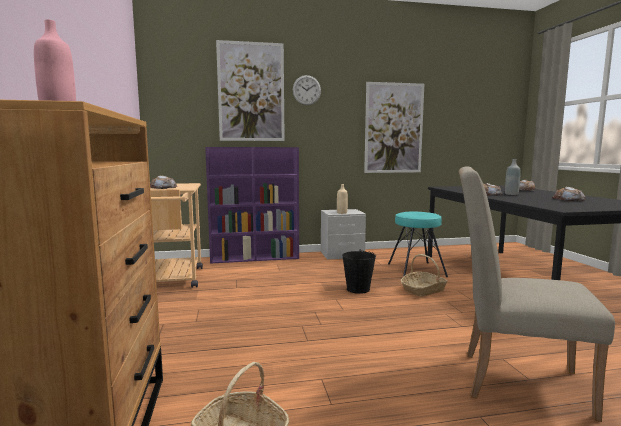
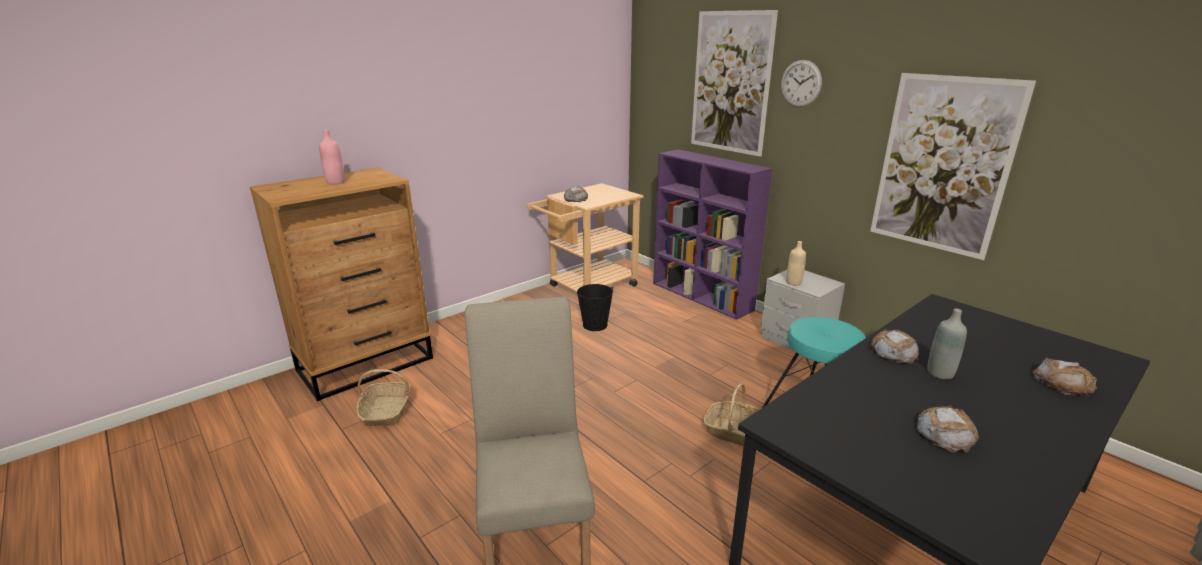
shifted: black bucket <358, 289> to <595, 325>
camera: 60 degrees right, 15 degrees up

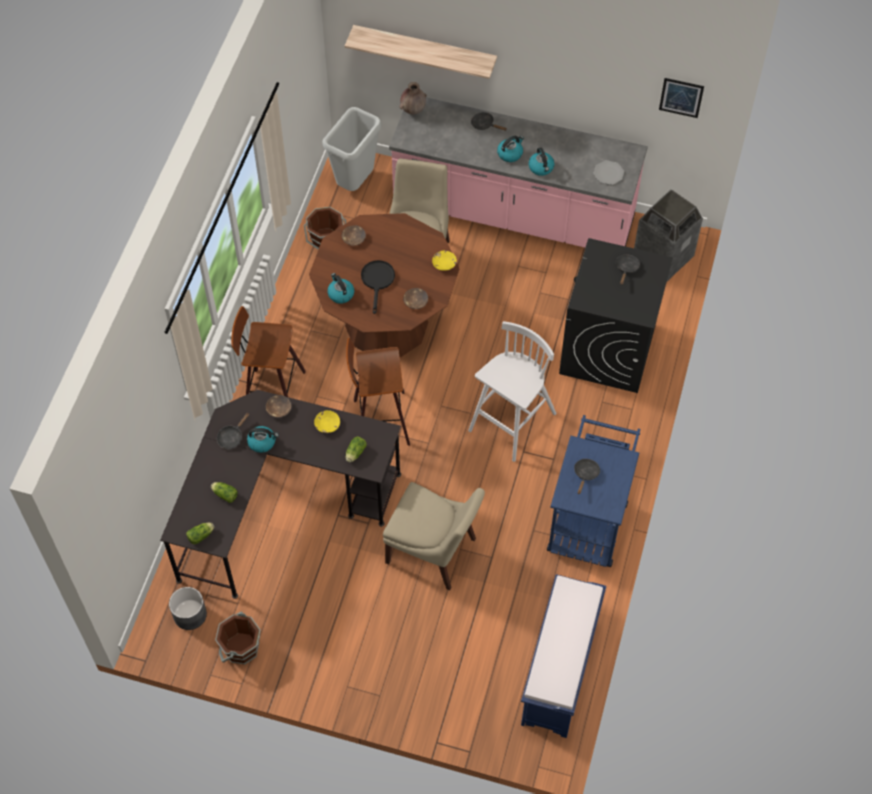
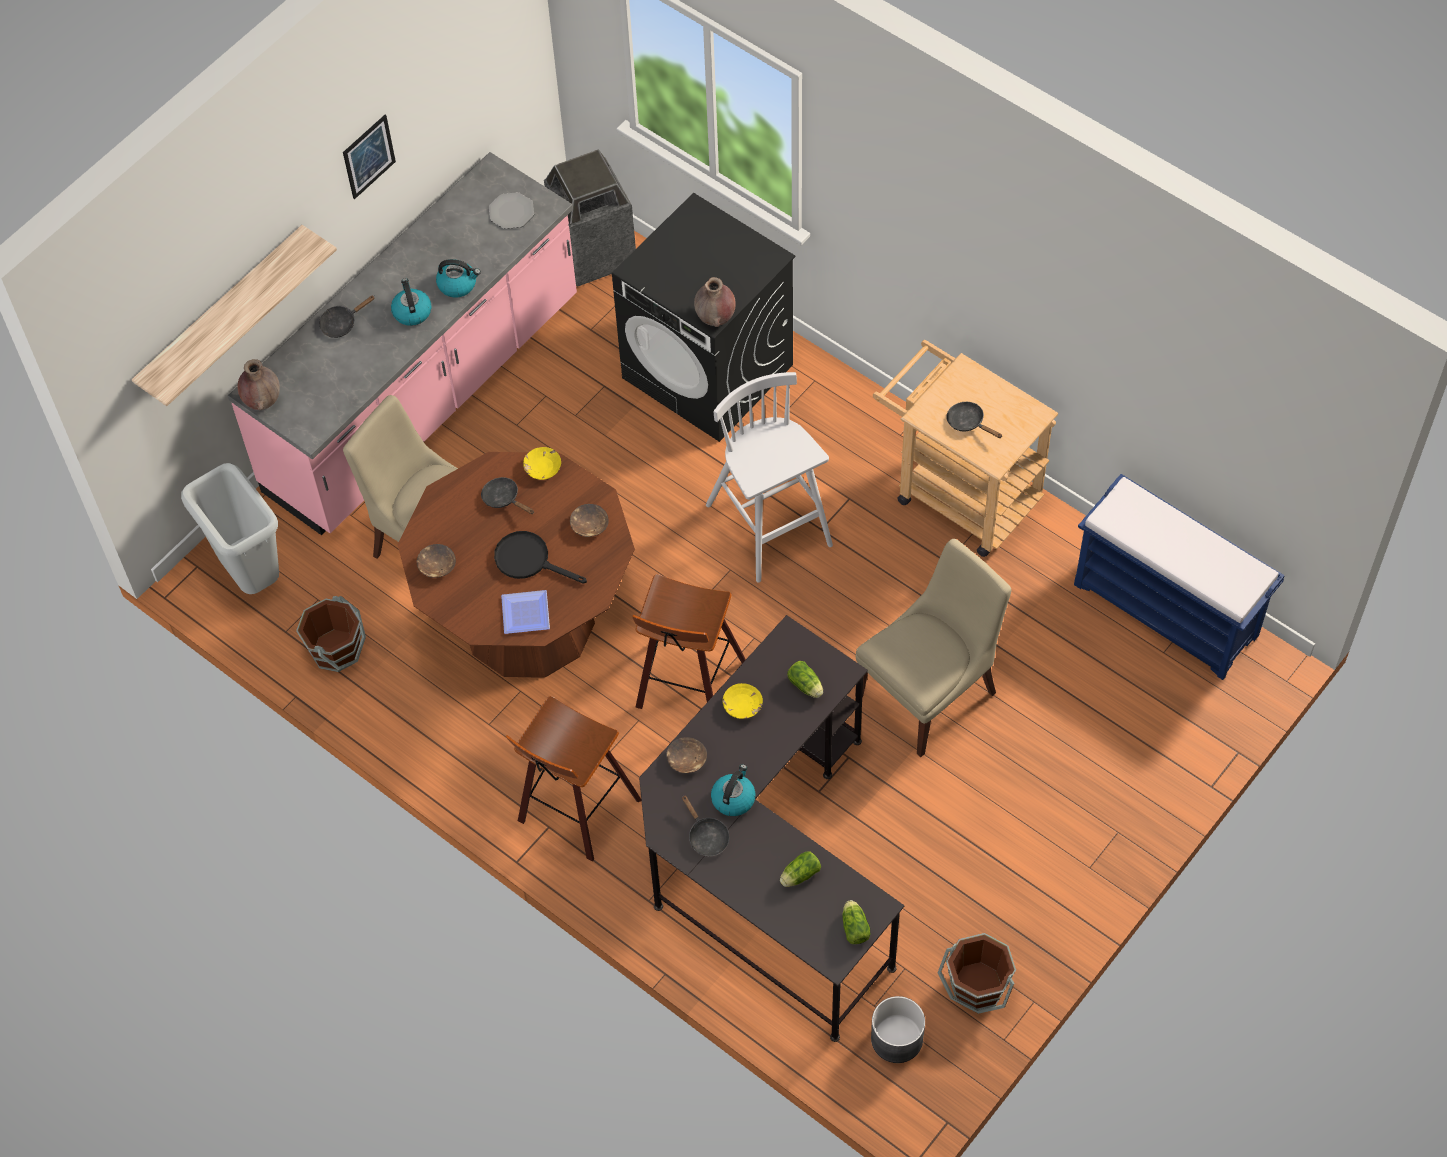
new: brown vase <715, 318>
shifted: picture <681, 97> to <368, 156>; black frying pan <626, 268> to <504, 498>
swapped: kettle <340, 294> to plate <527, 614>
repainted: blue cart <589, 519> to beige cart <958, 492>
camera: 65 degrees left, 0 degrees up

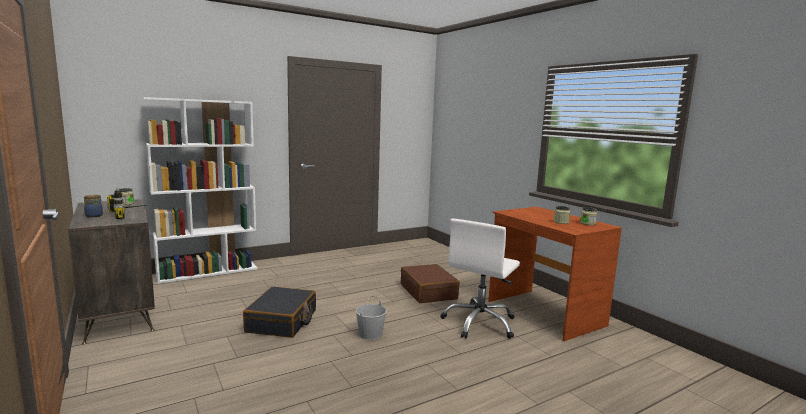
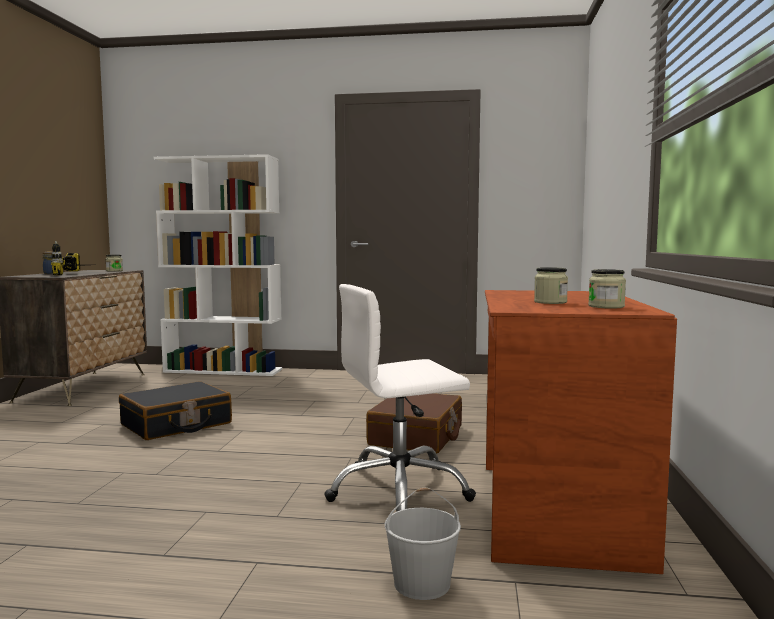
shifted: white bucket <370, 334> to <422, 583>
camera: 40 degrees right, 5 degrees down

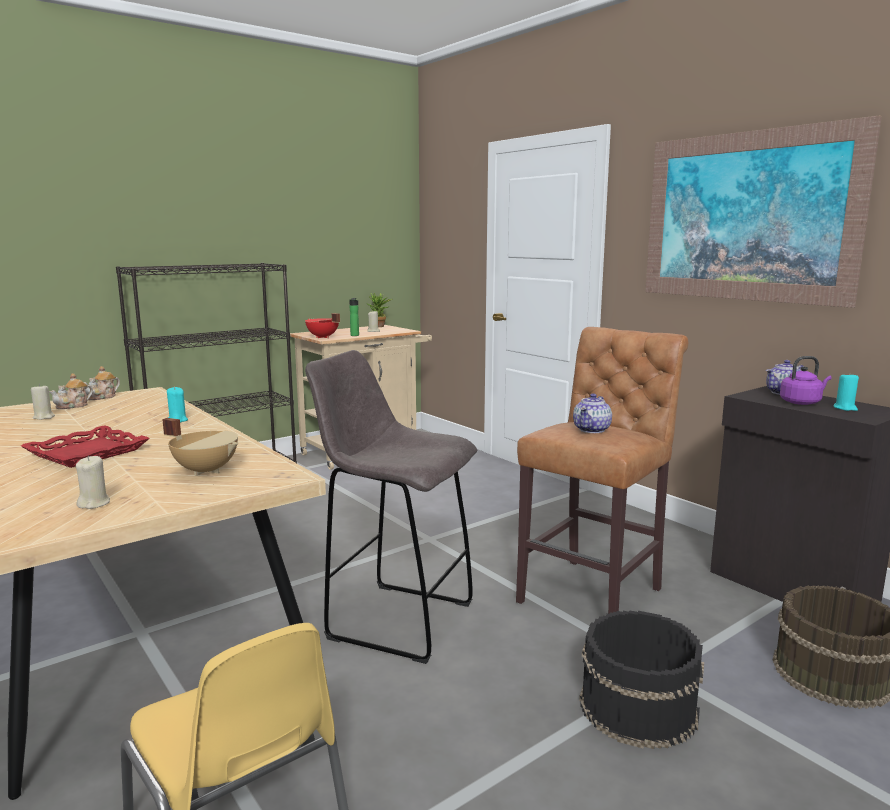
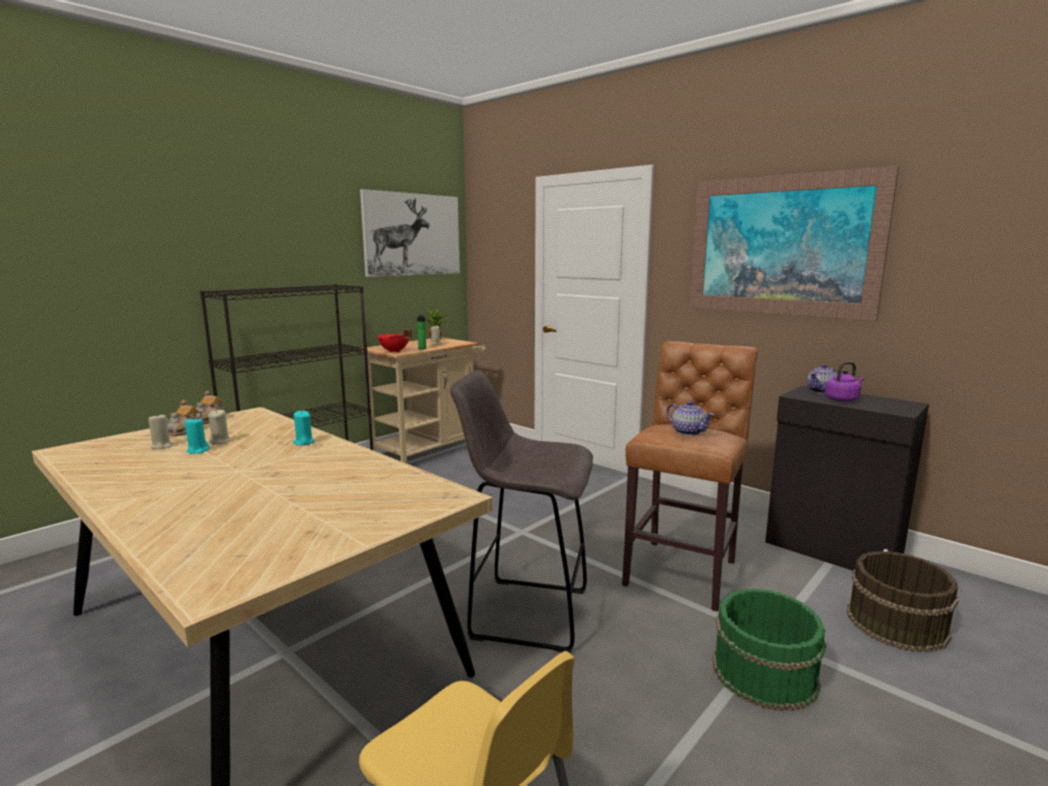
gone: red tray <87, 453>; beige cooking pot <206, 470>
new: picture <412, 234>
shifted: turquoise candle <845, 408> to <198, 450>; beige candle <94, 503> to <220, 441>
repainted: black bucket <637, 706> to green bucket <763, 672>
rotated: teapot <592, 429> = <688, 432> 60 degrees counterclockwise
camera: 10 degrees left, 0 degrees up

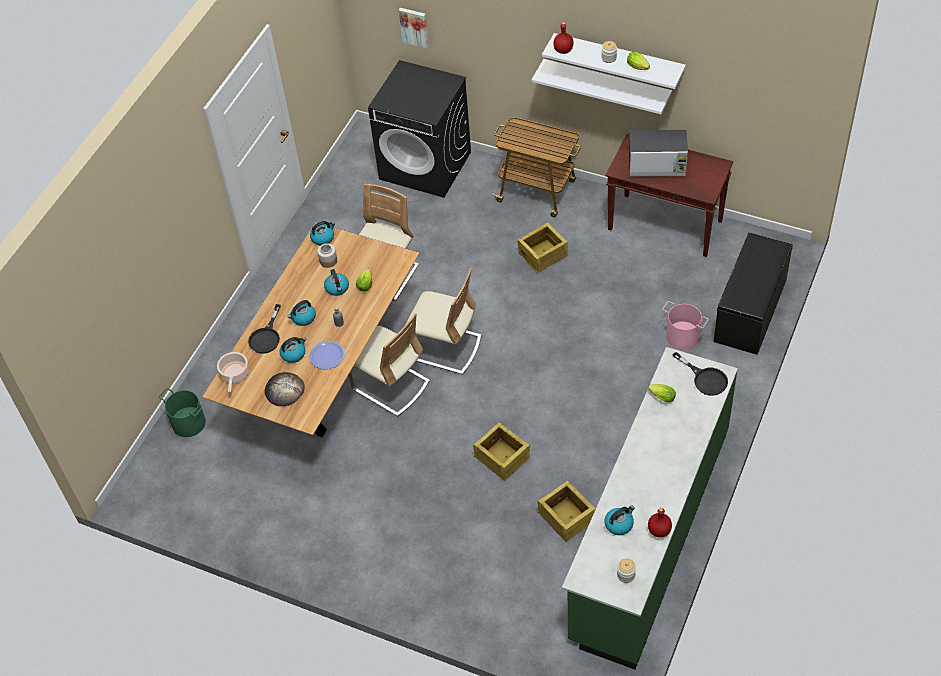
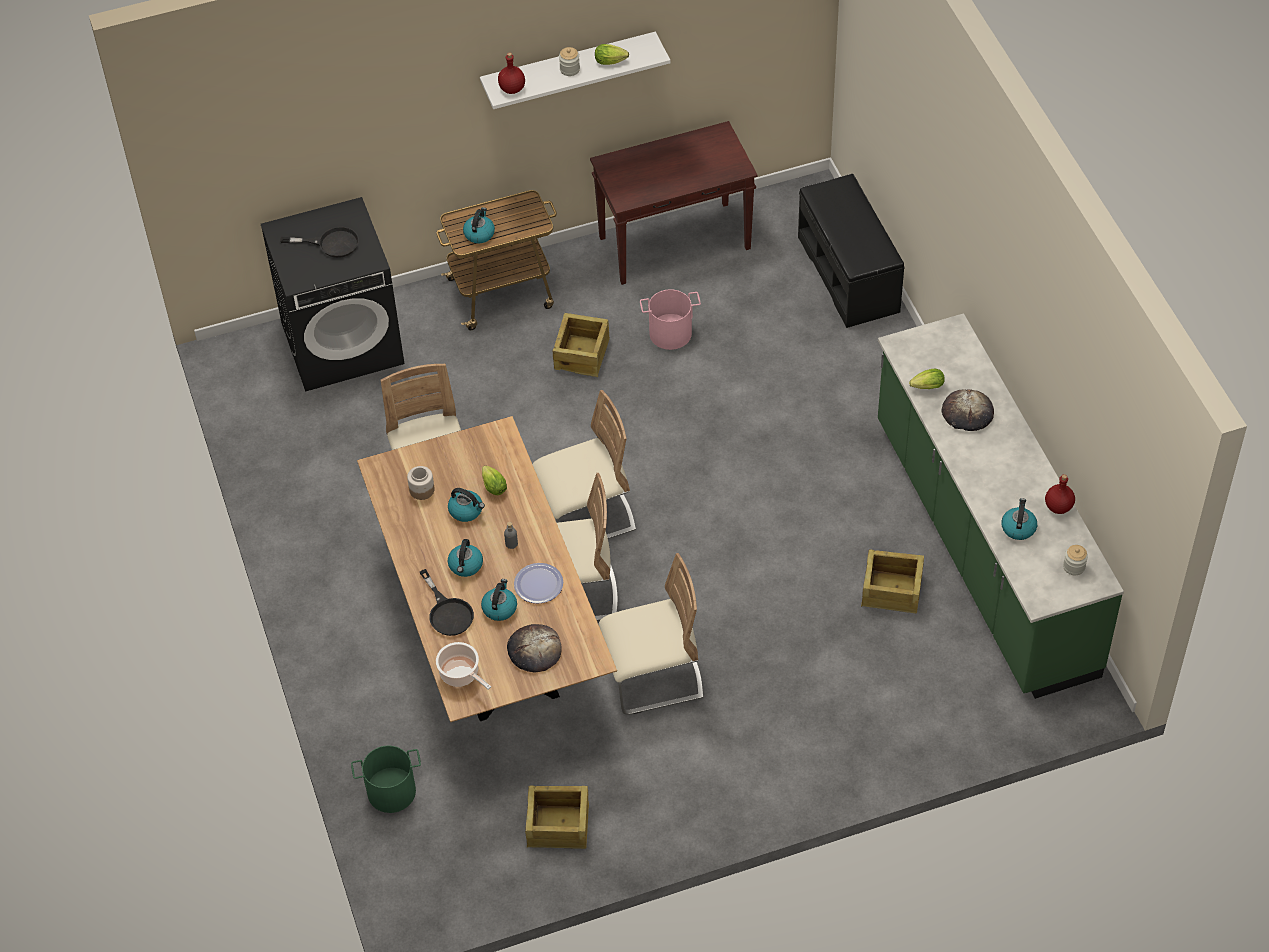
gone: picture <414, 26>; white shelf <606, 84>; microwave <657, 165>
new: beige chair <653, 677>; bread <967, 413>
shifted: black frying pan <705, 379> to <331, 243>; kettle <323, 238> to <479, 233>; crate <502, 458> to <559, 826>; pink bucket <682, 337> to <670, 334>
camera: 45 degrees left, 0 degrees up

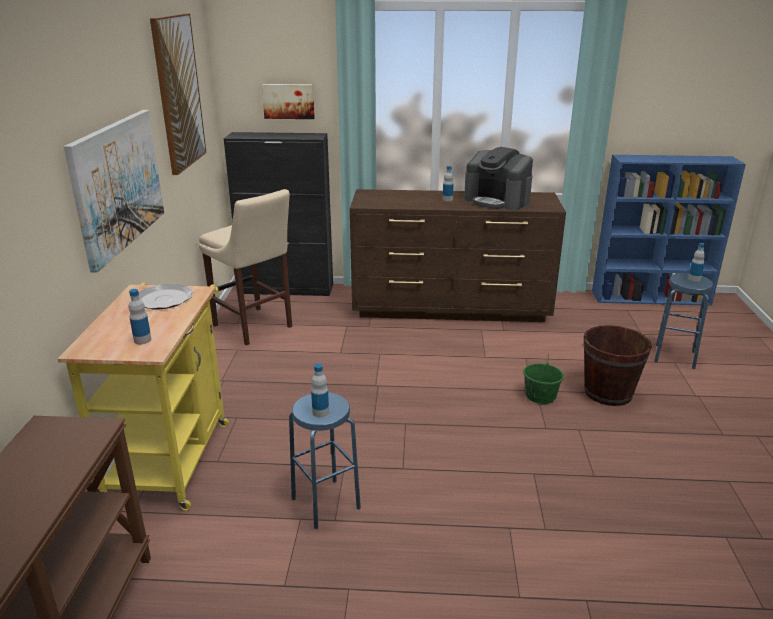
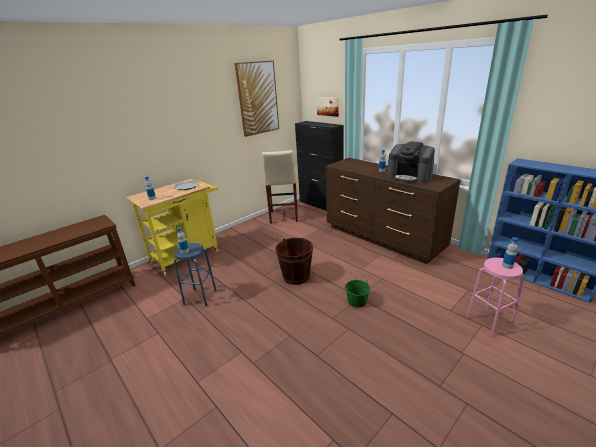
gone: picture <118, 184>
shifted: brown bucket <608, 392> to <296, 276>
repainted: blue stool <675, 356> to pink stool <489, 322>
rotated: coffee machine <497, 200> = <409, 176> 45 degrees counterclockwise
camera: 45 degrees right, 0 degrees up

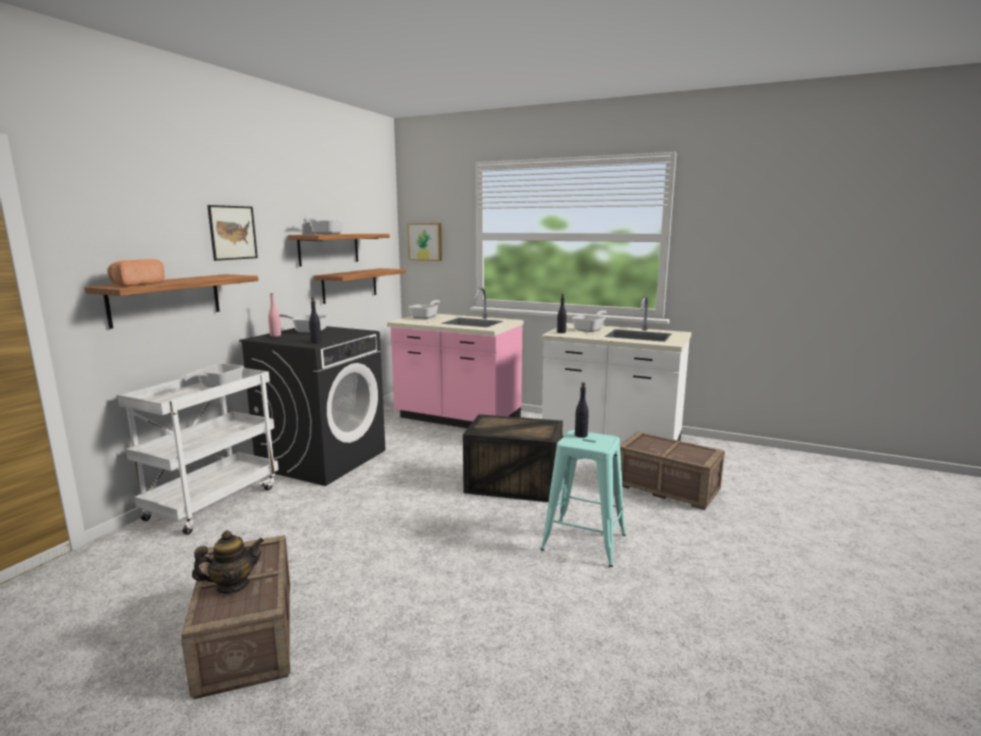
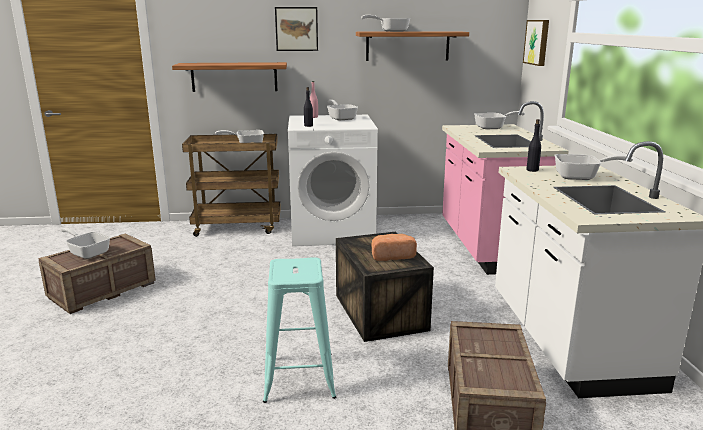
gone: shelf <350, 285>; black bottle <581, 435>
shifted: bread <136, 284> to <392, 256>
swapped: teapot <232, 585> to frying pan <87, 252>
repainted: white cart <213, 502> to brown cart <238, 227>; black washing machine <323, 459> to white washing machine <332, 231>
camera: 60 degrees right, 5 degrees up

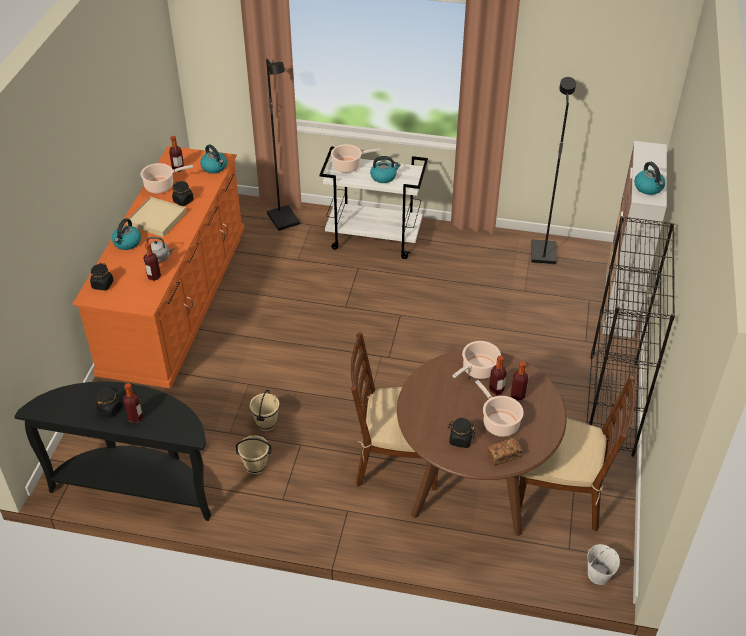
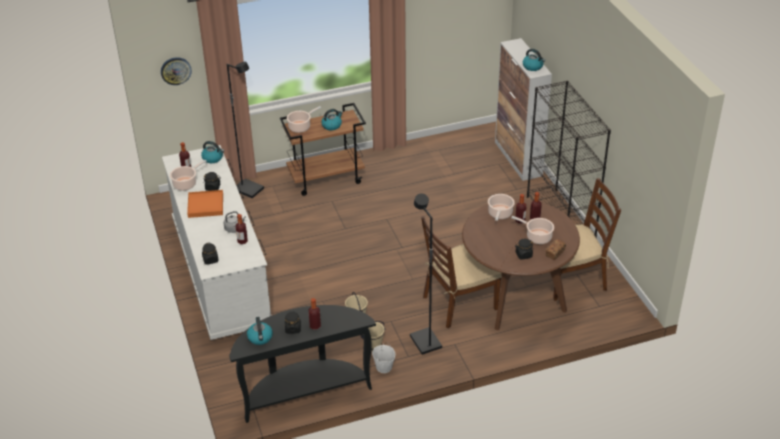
new: wall clock <175, 70>
shifted: kettle <127, 243> to <260, 338>; white bucket <599, 575> to <384, 367>; black floor lamp <542, 253> to <424, 342>
repainted: orange dresser <176, 303> to white dresser <221, 272>; beige tray <157, 219> to orange tray <205, 205>; white cart <375, 239> to brown cart <326, 178>
camera: 30 degrees left, 5 degrees down

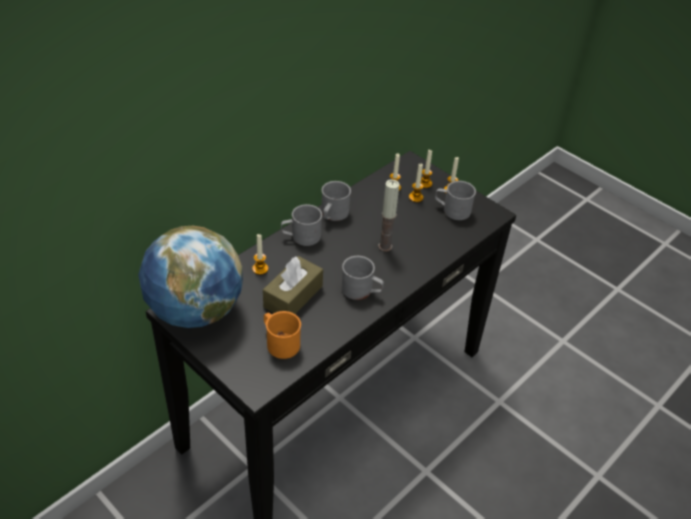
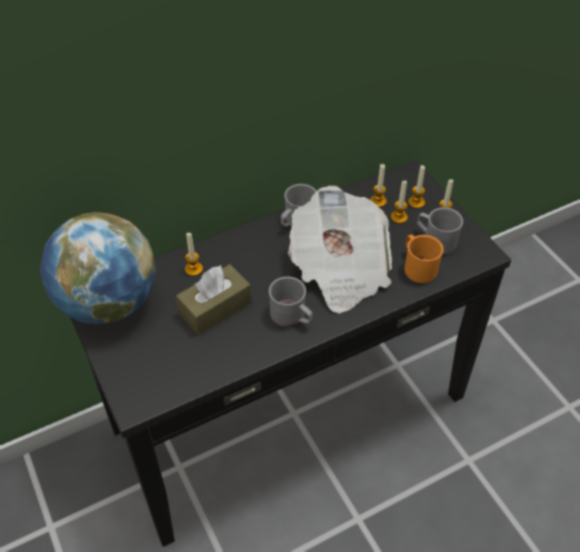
gone: grey mug <301, 237>
shifted: orange mug <280, 342> to <417, 266>
swapped: candle <385, 246> to newspaper <339, 269>
camera: 20 degrees right, 5 degrees up

